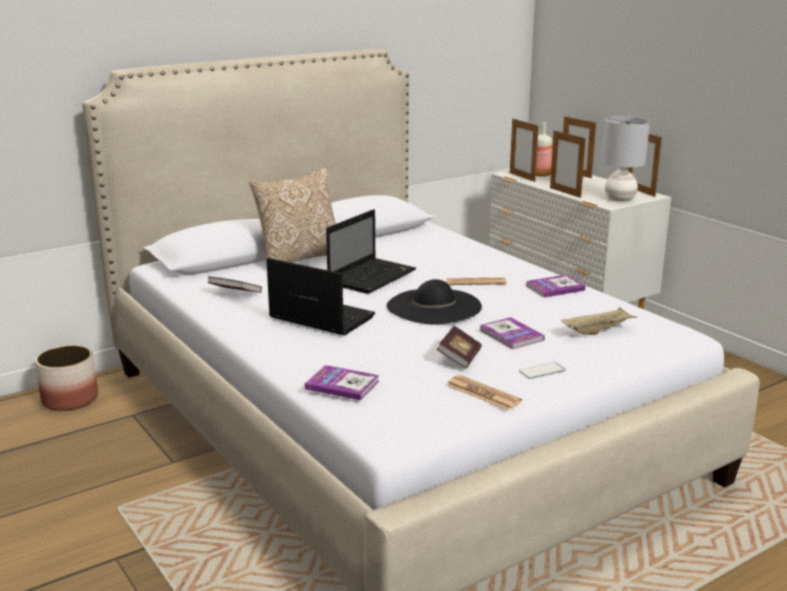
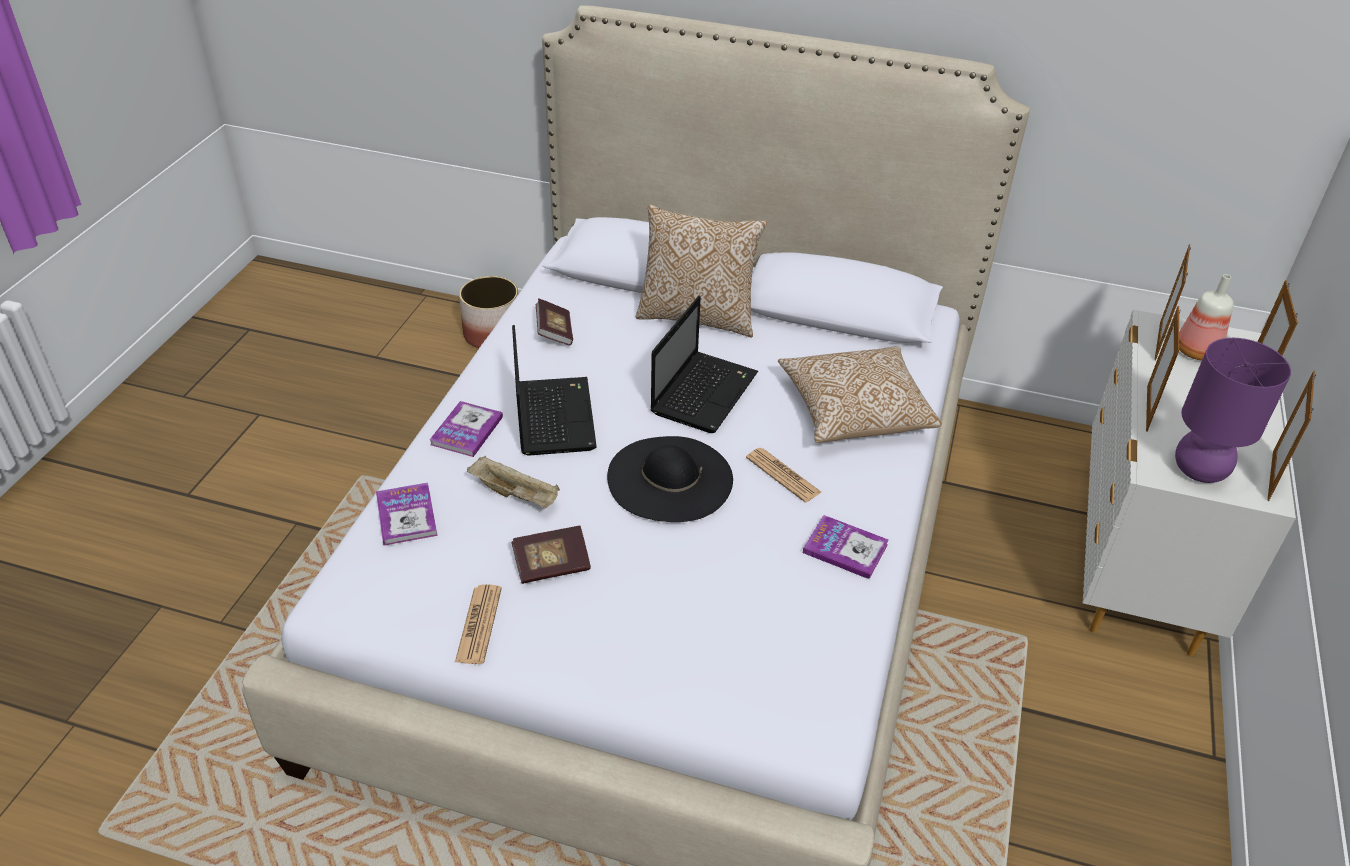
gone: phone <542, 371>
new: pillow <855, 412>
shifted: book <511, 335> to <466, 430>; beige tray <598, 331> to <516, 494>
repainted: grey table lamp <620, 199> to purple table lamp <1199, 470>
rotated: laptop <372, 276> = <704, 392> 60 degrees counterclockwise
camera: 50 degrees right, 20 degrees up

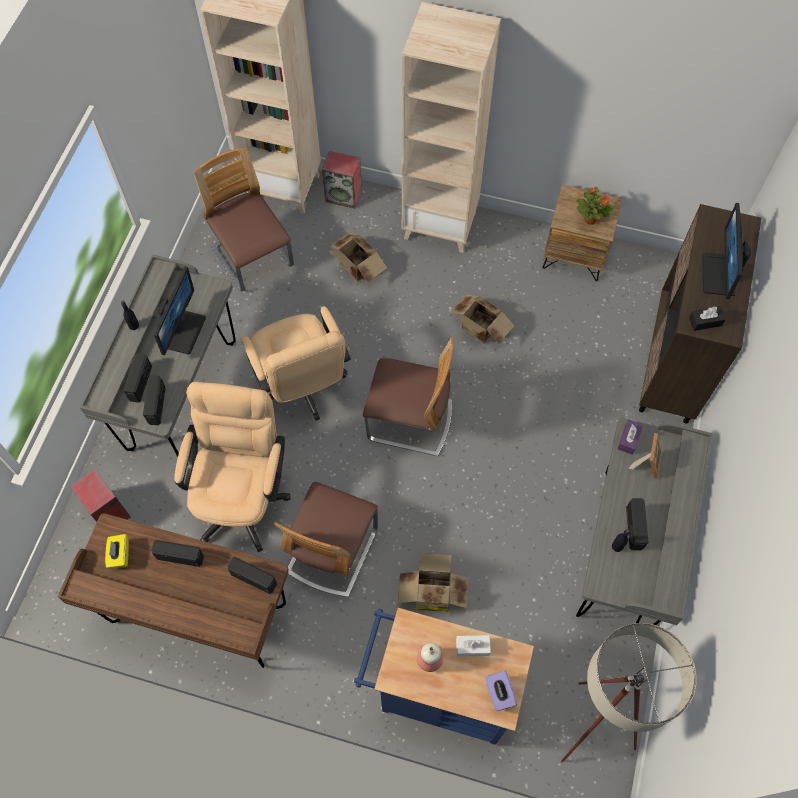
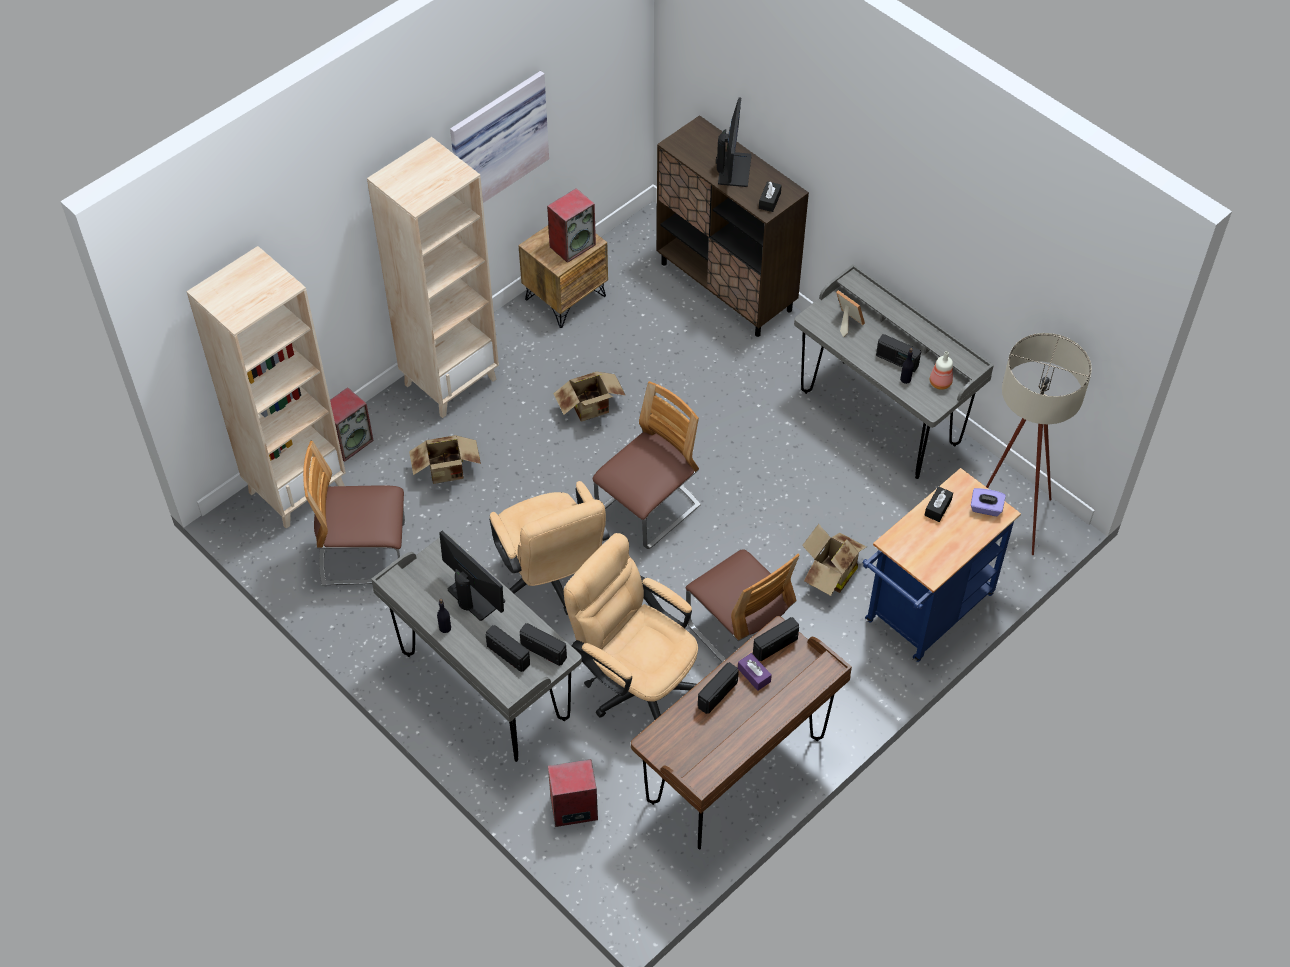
gone: yellow tissue box <119, 555>
new: picture <496, 140>
shifted: purple tissue box <629, 439> to <754, 675>; bottle <428, 659> to <940, 383>
swapped: potted plant <590, 219> to speaker <572, 245>
repainted: white tissue box <472, 647> to black tissue box <938, 508>
rotated: beige office chair <302, 388> = <551, 580> 60 degrees clockwise; monitor <719, 275> = <733, 169> 120 degrees counterclockwise
camera: 60 degrees left, 10 degrees down

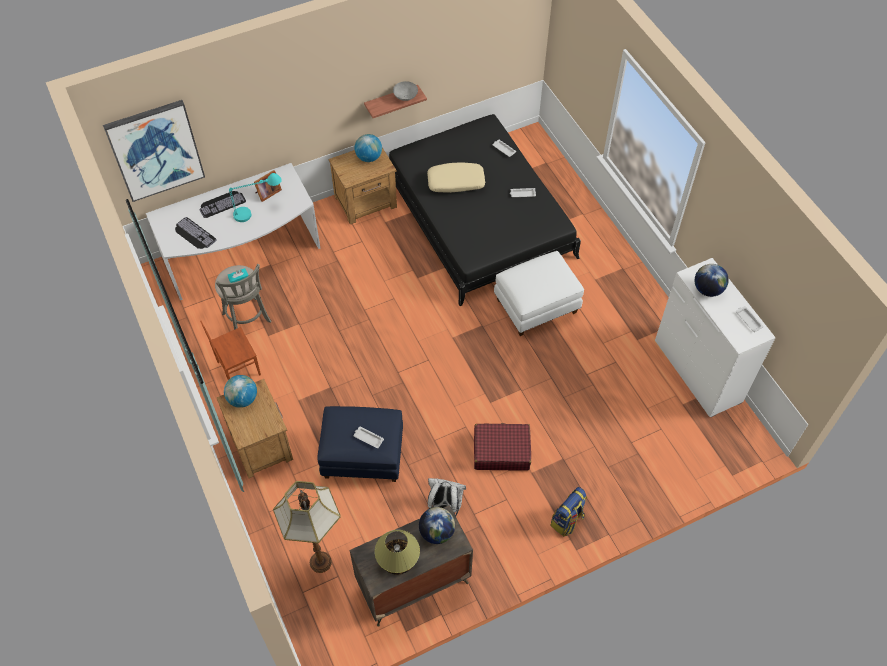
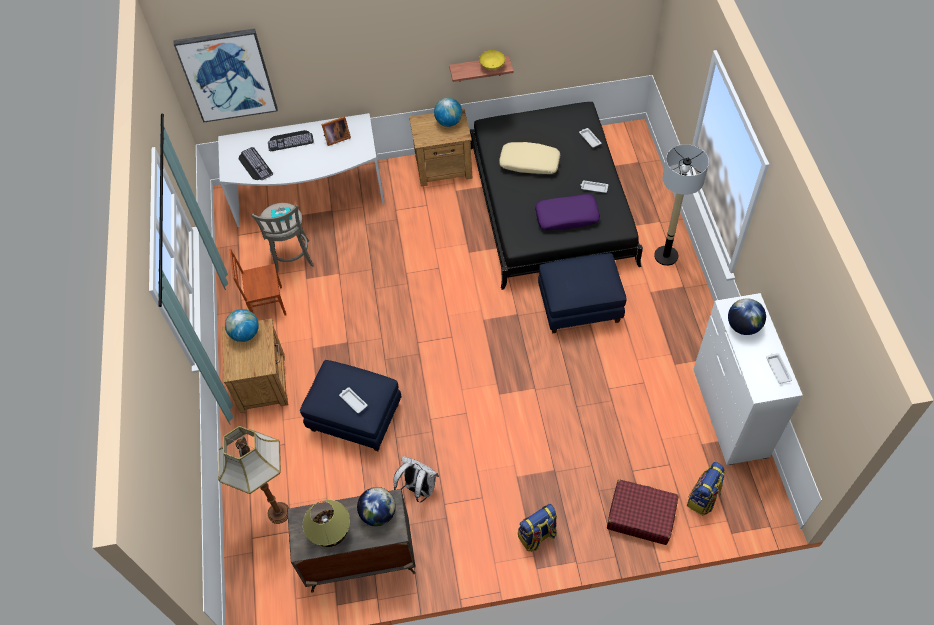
gone: turquoise table lamp <258, 211>
new: purple pillow <567, 216>; floor lamp <666, 256>; backpack <703, 498>
shifted: red suitcase <501, 451> to <640, 515>
repainted: grey bowl <405, 96> to yellow bowl <492, 66>; white ottoman <536, 305> to blue ottoman <579, 306>
camera: 20 degrees right, 0 degrees up

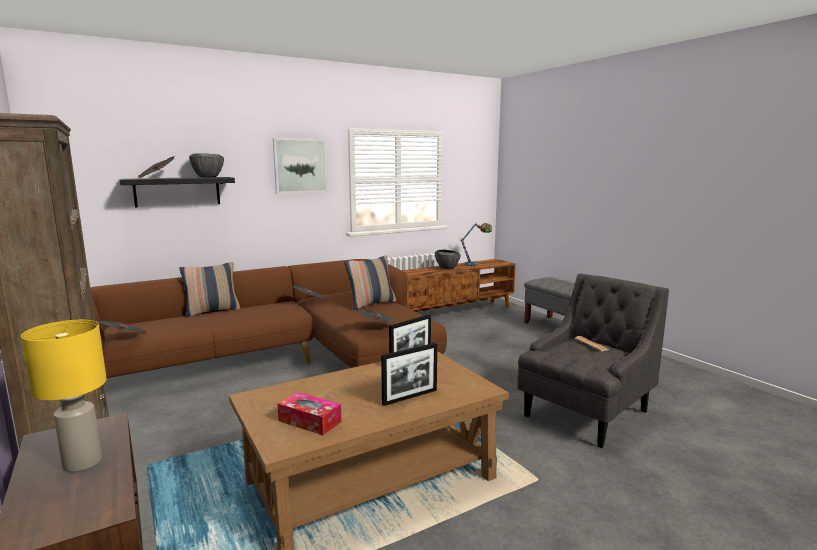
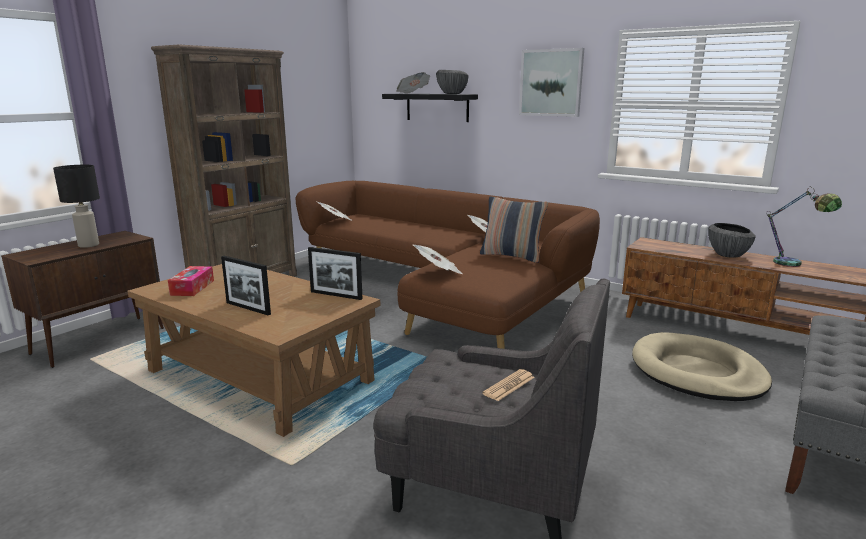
gone: pillow <212, 311>
new: beige dog bed <697, 372>
repainted: yellow table lamp <82, 463> to black table lamp <89, 245>
camera: 65 degrees right, 5 degrees up

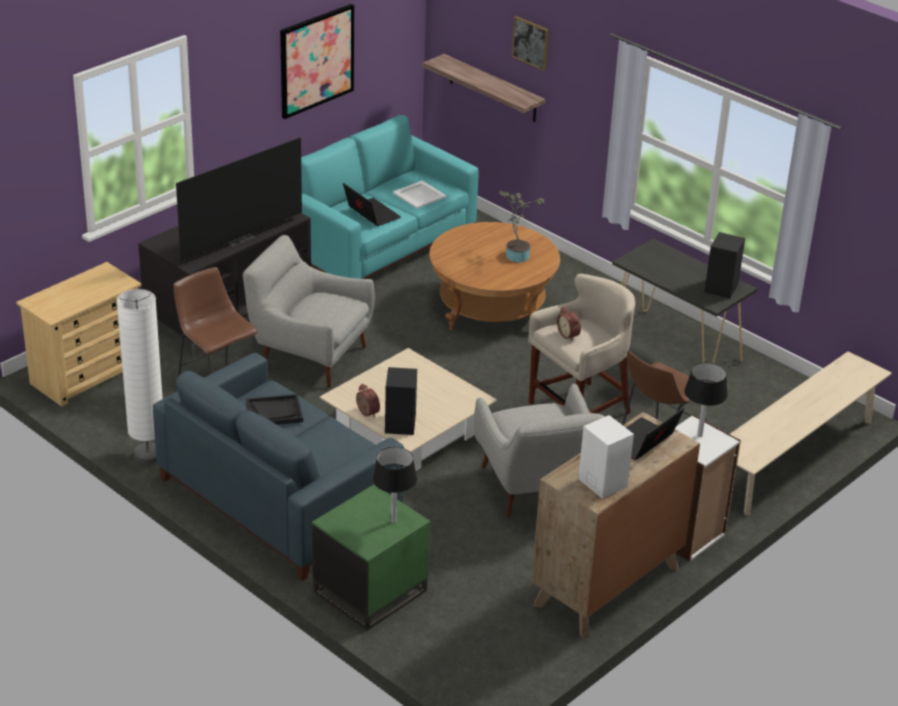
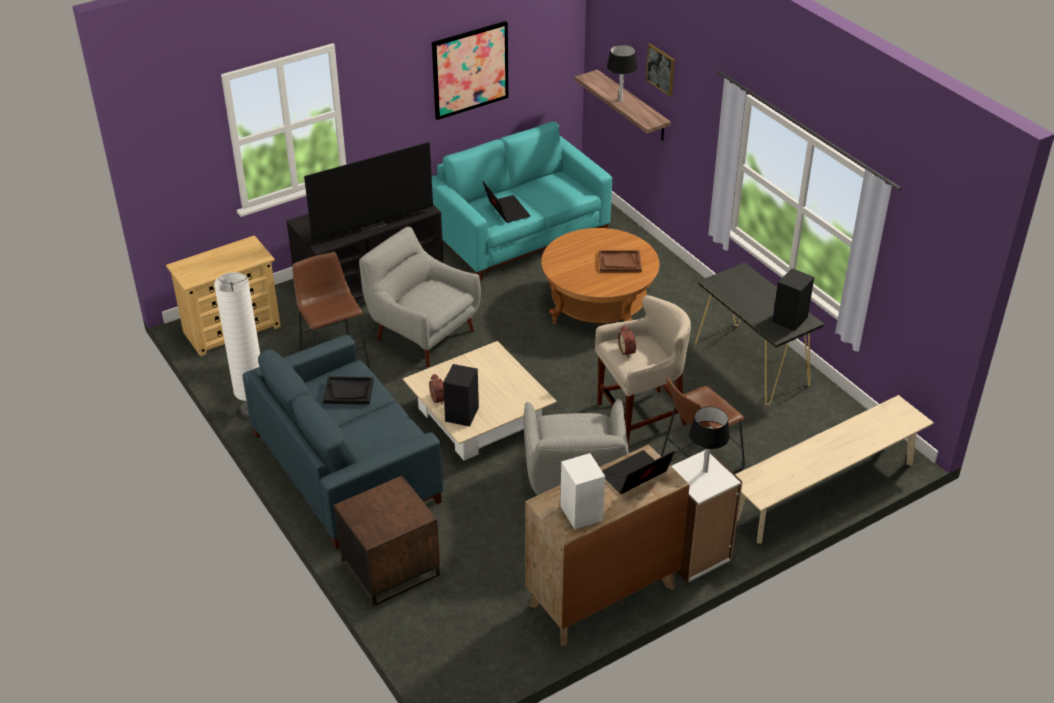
gone: white tray <419, 195>
shifted: black table lamp <393, 521> to <620, 100>
swapped: potted plant <516, 254> to brown tray <619, 263>
repainted: green side table <369, 590> to brown side table <390, 567>
camera: 15 degrees right, 5 degrees up

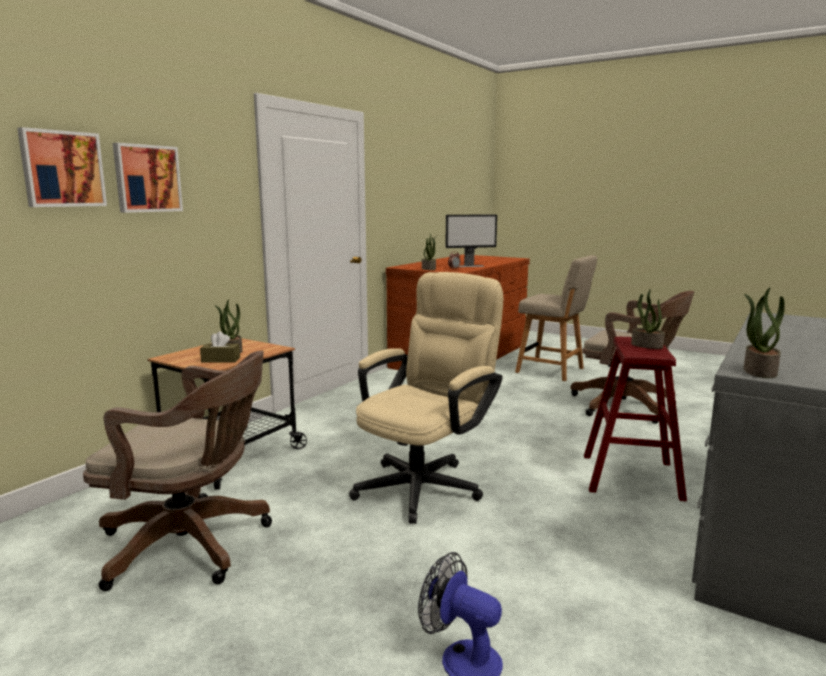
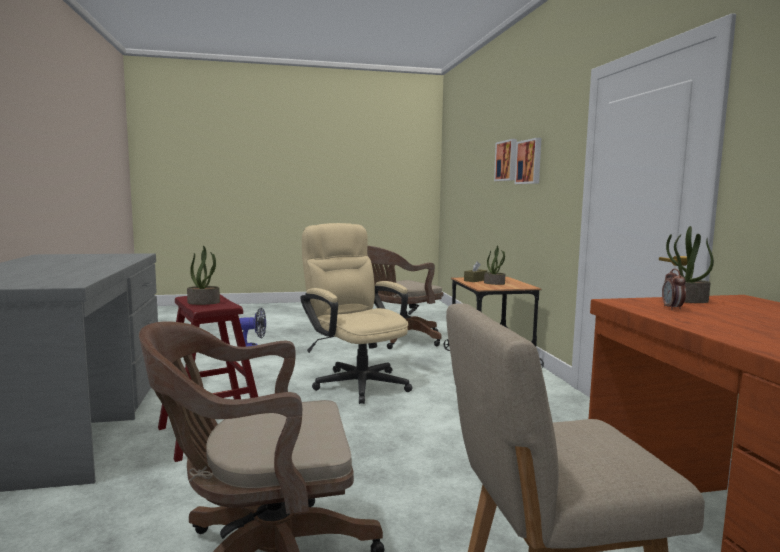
gone: monitor <470, 266>; potted plant <759, 371>
rotated: beige office chair <426, 484> = <356, 382> 150 degrees clockwise
camera: 135 degrees right, 5 degrees down

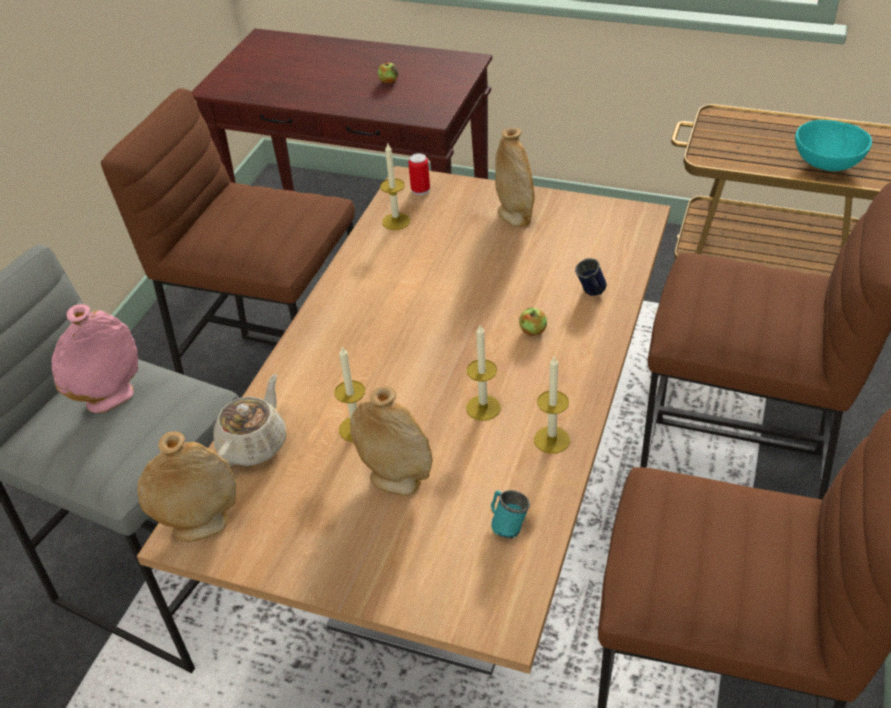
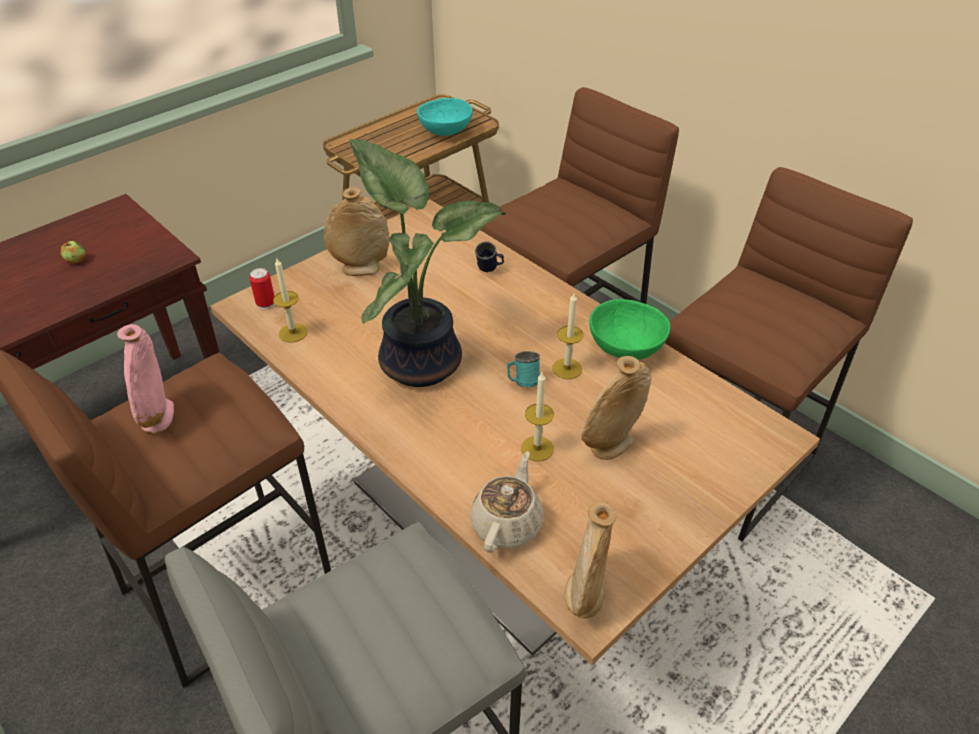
gone: apple <532, 331>
new: potted plant <422, 359>
shifted: pink vase <110, 398> to <158, 417>; turquoise mug <507, 524> to <523, 382>
swapped: candle <551, 440> to green bowl <624, 348>
rotated: beige teapot <254, 444> = <507, 523> 60 degrees clockwise
camera: 65 degrees left, 0 degrees up

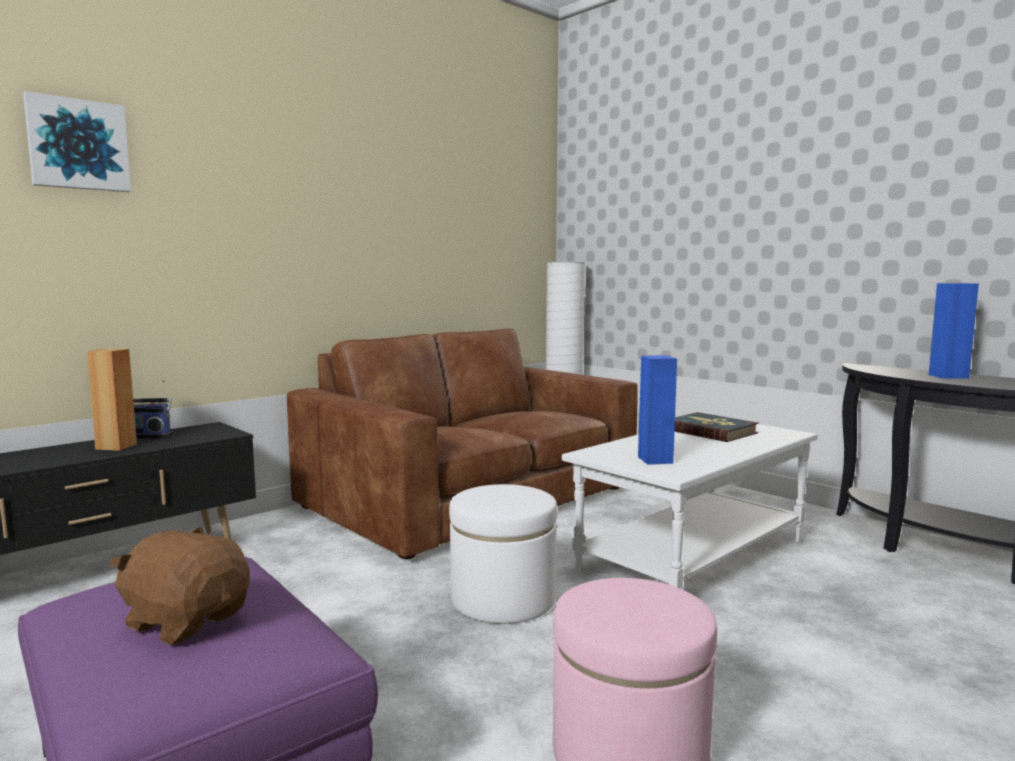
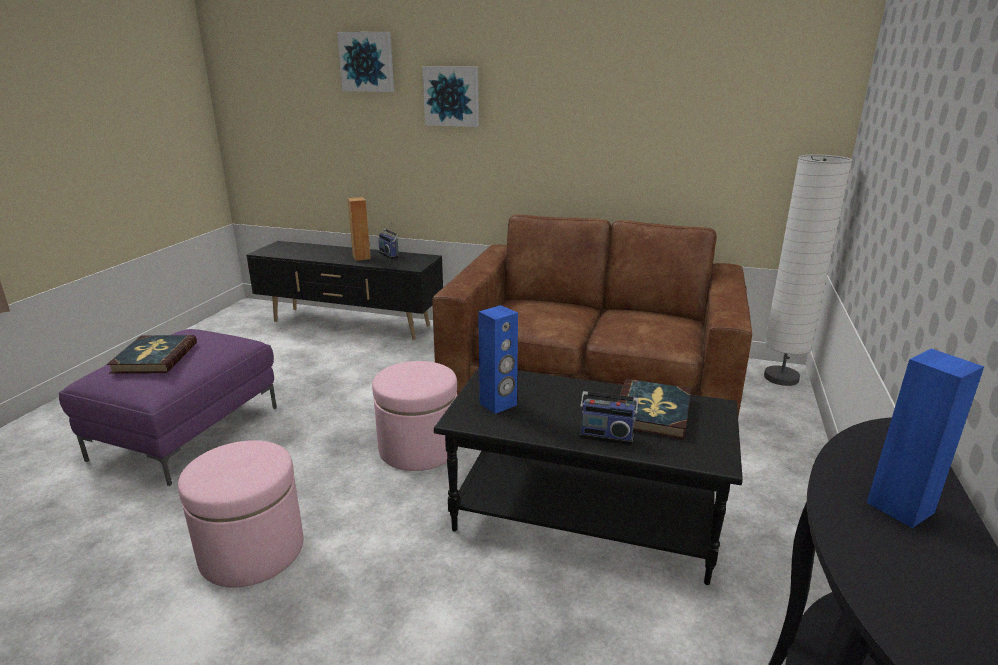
new: picture <452, 96>; radio <606, 435>
swapped: brown plush toy <187, 620> to book <154, 357>
repainted: white ottoman <503, 599> to pink ottoman <418, 448>; white coffee table <692, 556> to black coffee table <585, 516>
camera: 60 degrees right, 15 degrees up

